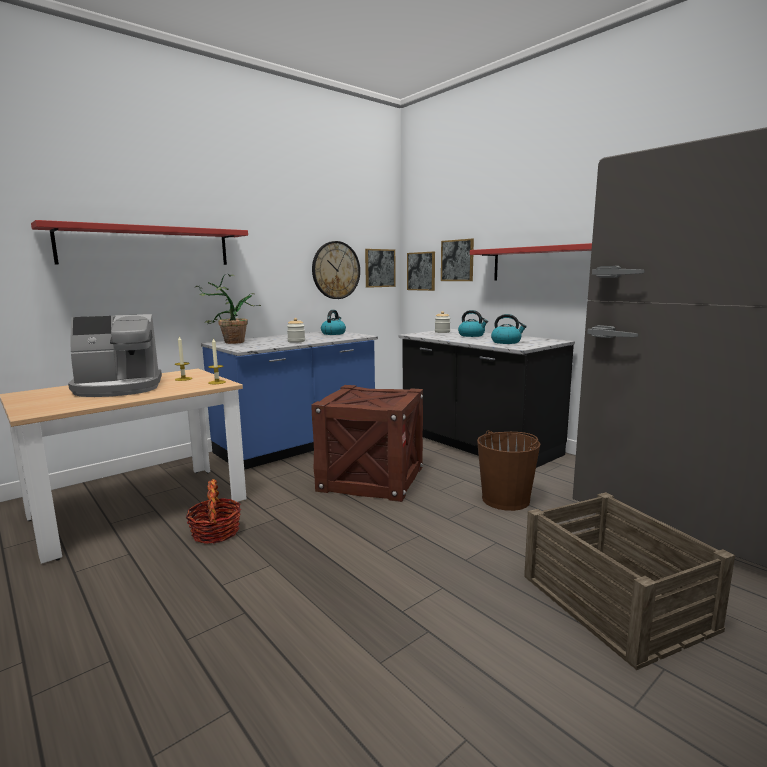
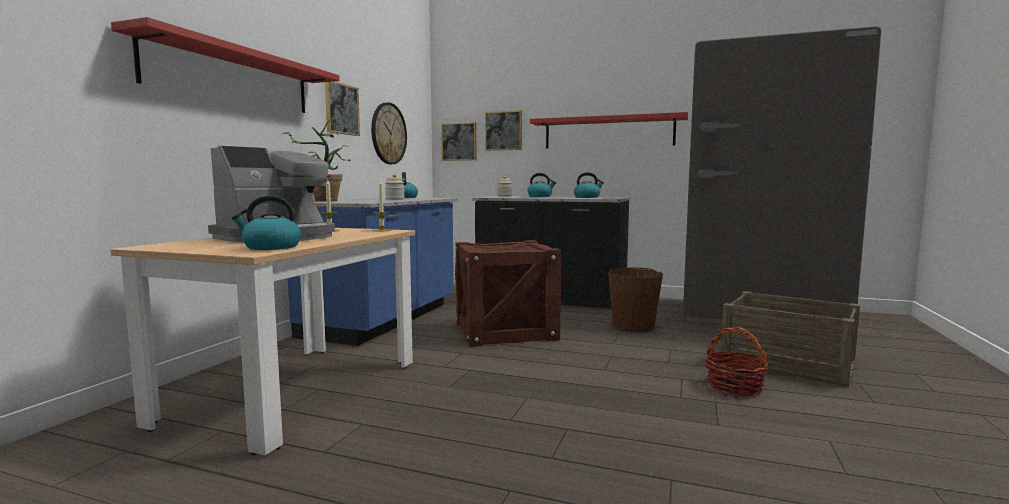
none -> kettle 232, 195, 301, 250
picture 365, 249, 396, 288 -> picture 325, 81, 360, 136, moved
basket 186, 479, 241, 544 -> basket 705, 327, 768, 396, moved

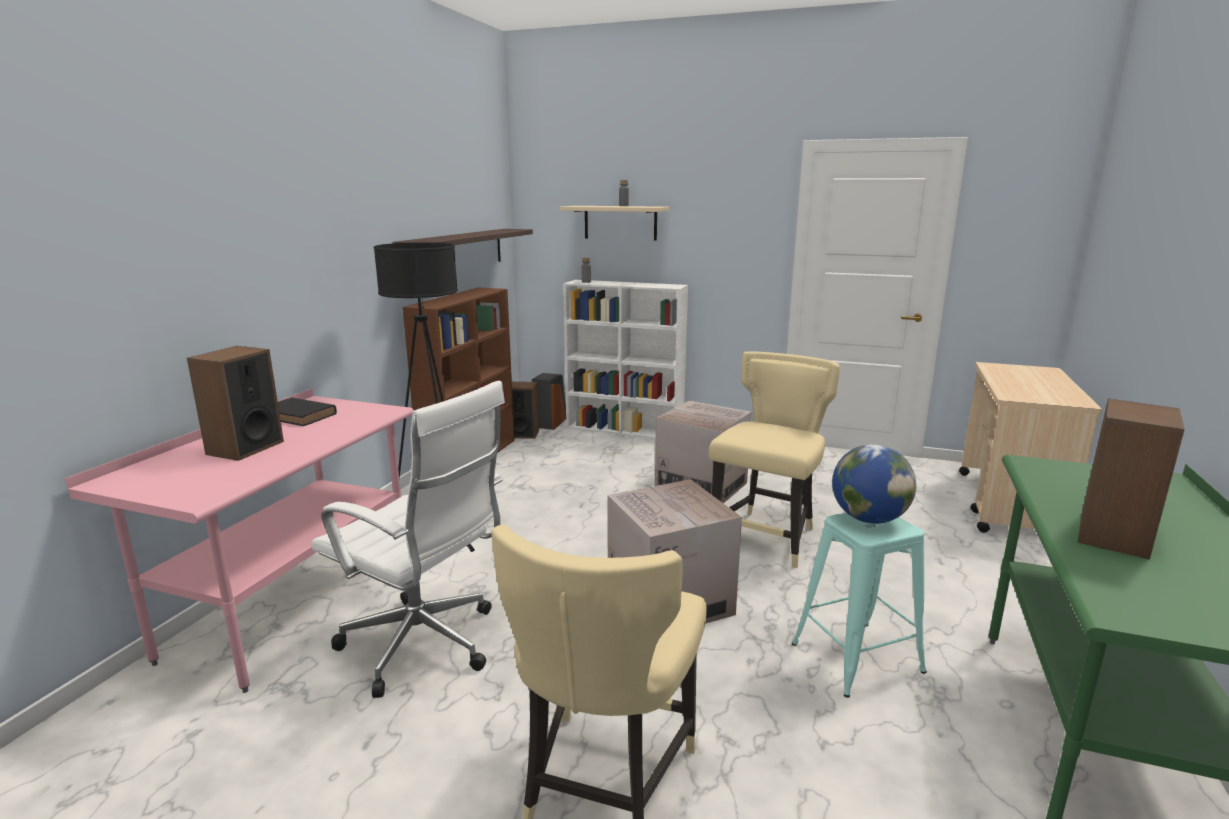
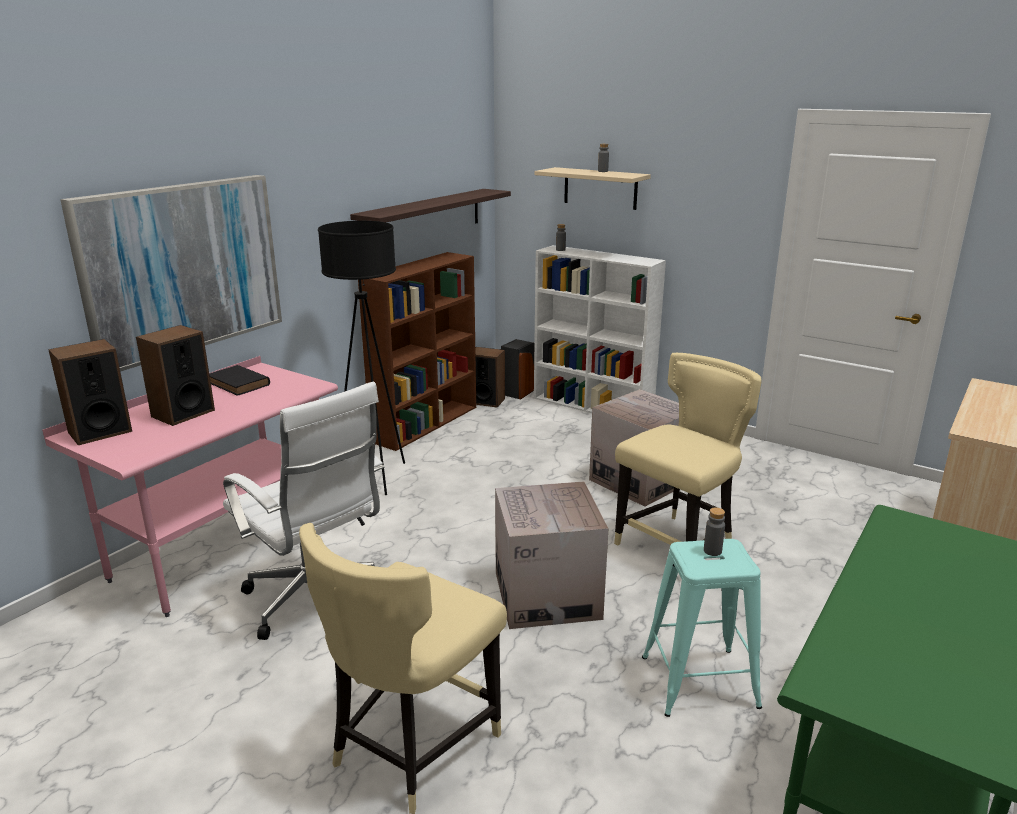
speaker 1078, 398, 1185, 560 -> speaker 48, 339, 132, 445, moved
none -> picture 60, 175, 282, 372
globe 832, 444, 916, 524 -> grey bottle 704, 507, 725, 556

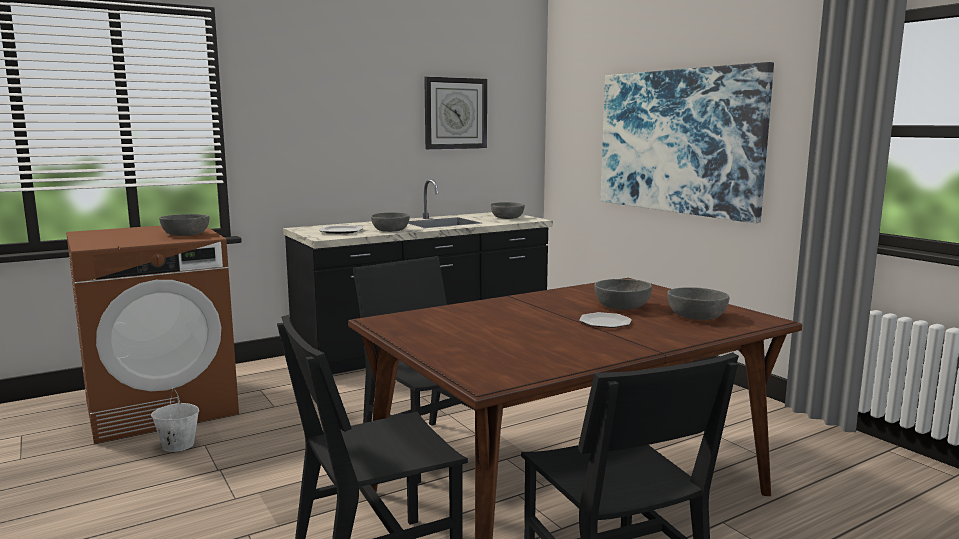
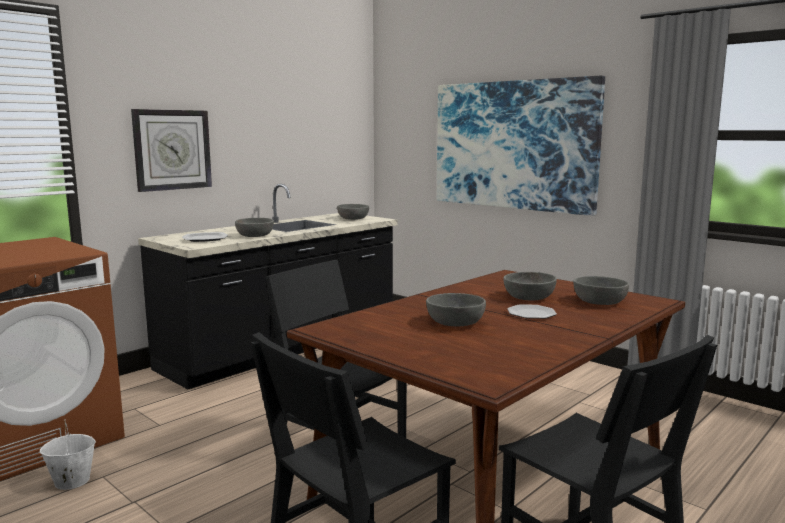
wall clock 424, 77, 487, 149 -> wall clock 131, 109, 212, 192, moved
grey bowl 159, 214, 210, 236 -> grey bowl 426, 293, 486, 326, moved

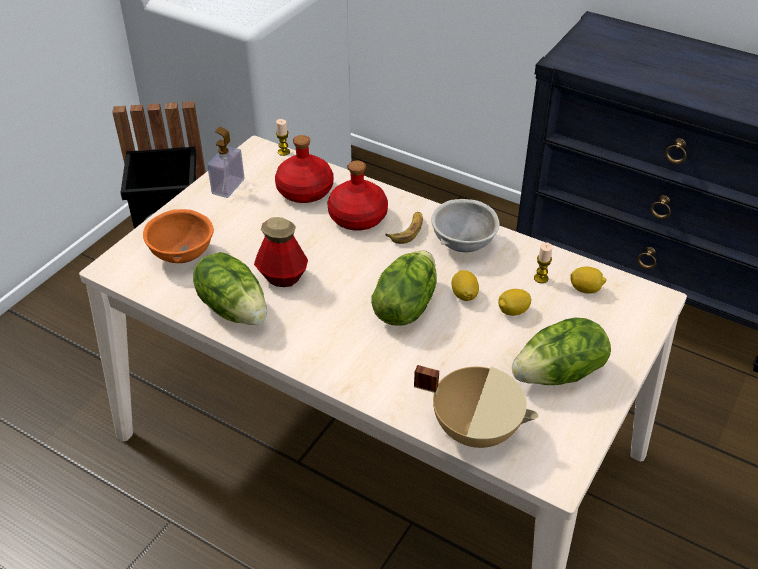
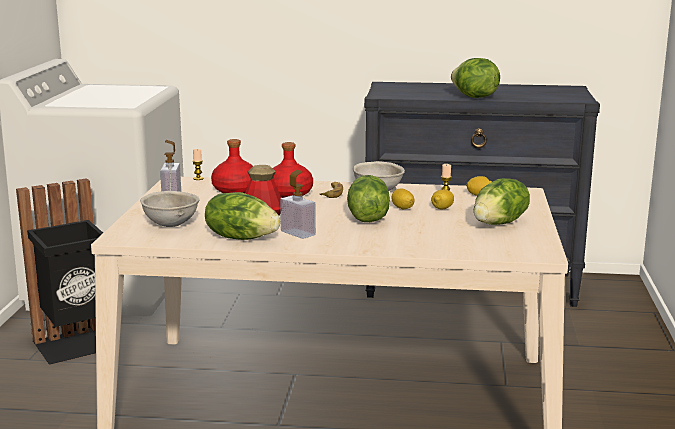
orange bowl 143, 209, 214, 263 -> grey bowl 140, 191, 200, 227
none -> soap dispenser 280, 170, 316, 239
none -> lettuce 451, 58, 500, 98
beige cooking pot 414, 365, 538, 448 -> none

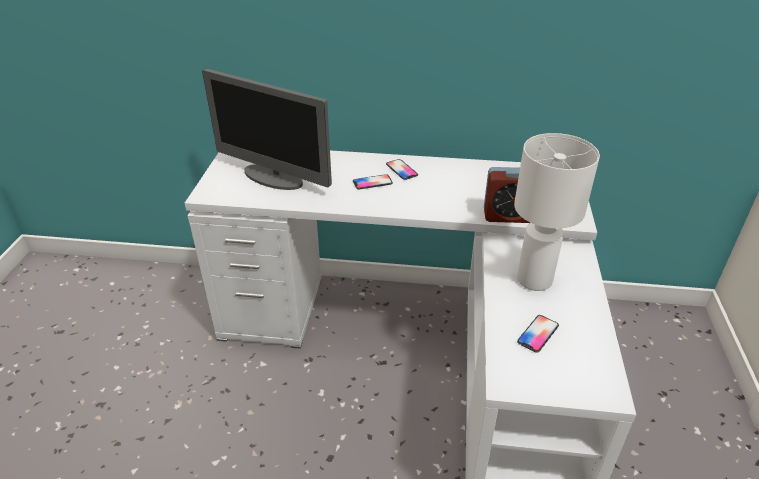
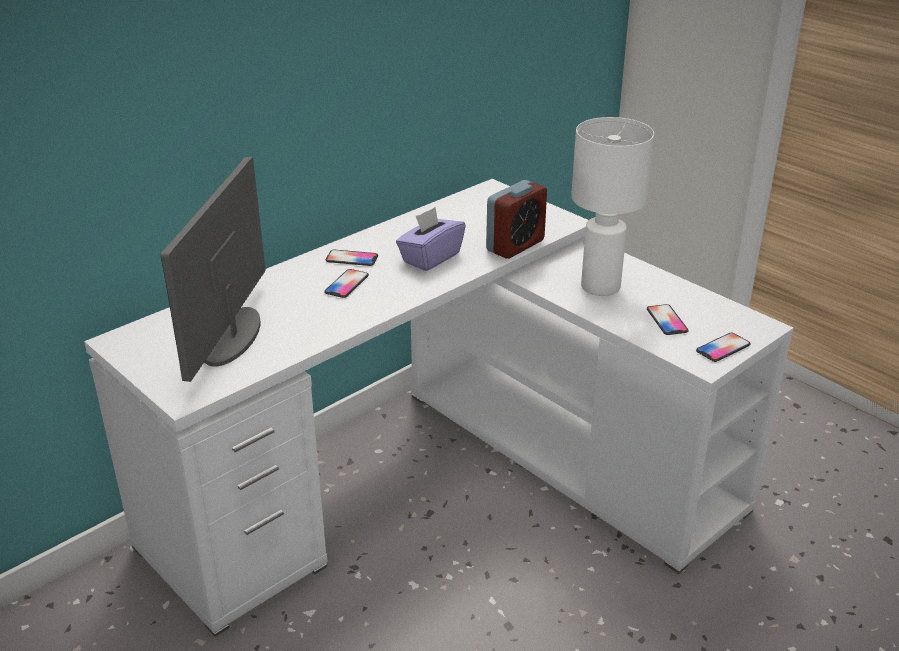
monitor 202, 69, 332, 190 -> monitor 161, 157, 265, 382, 120 degrees clockwise
none -> purple tissue box 396, 207, 466, 271
none -> phone 696, 333, 751, 362

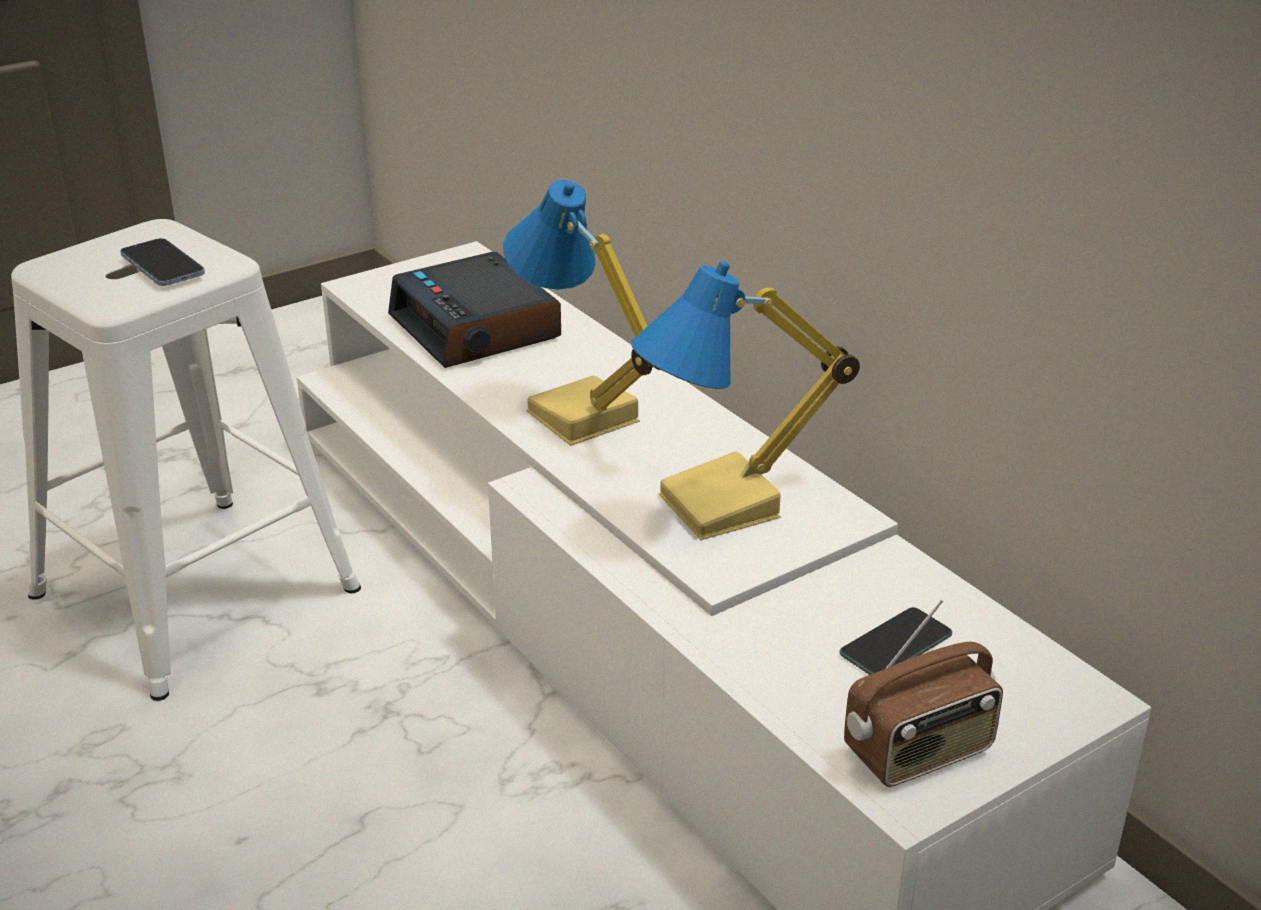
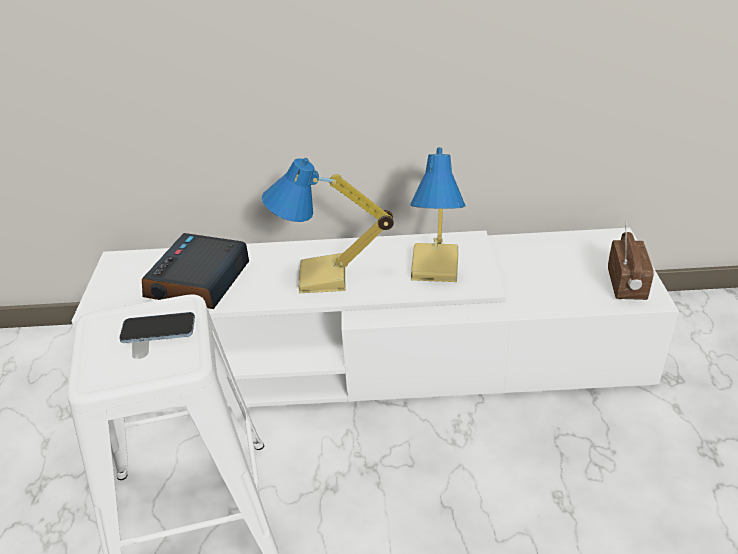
alarm clock 388, 252, 561, 368 -> alarm clock 142, 233, 249, 309, 105 degrees clockwise
phone 840, 607, 952, 675 -> none

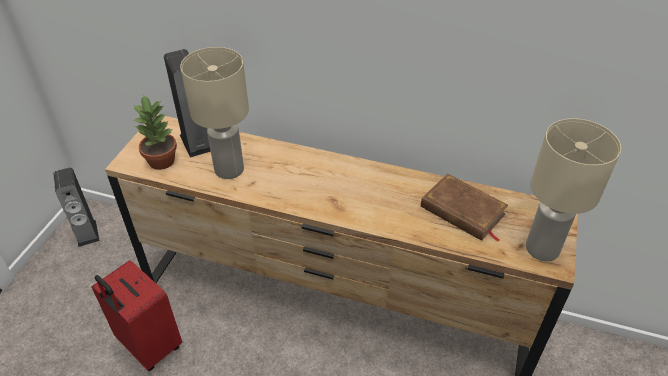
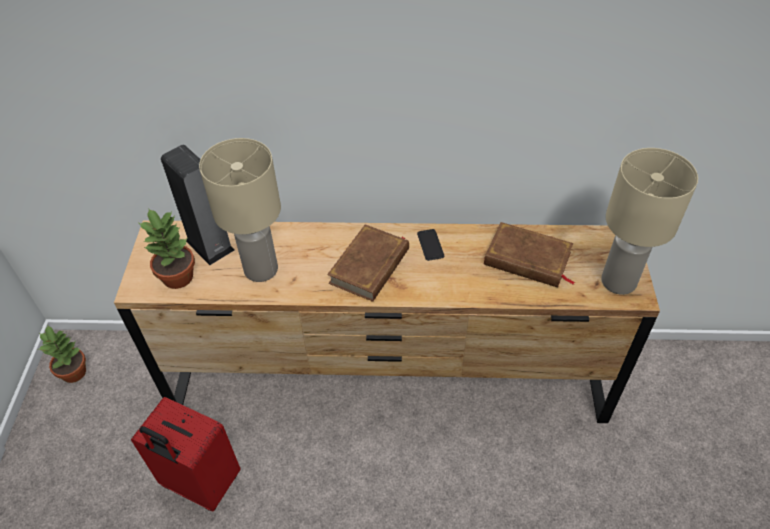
speaker 53, 168, 100, 247 -> potted plant 39, 325, 86, 383
none -> brown book 327, 224, 409, 302
none -> phone 417, 229, 444, 261

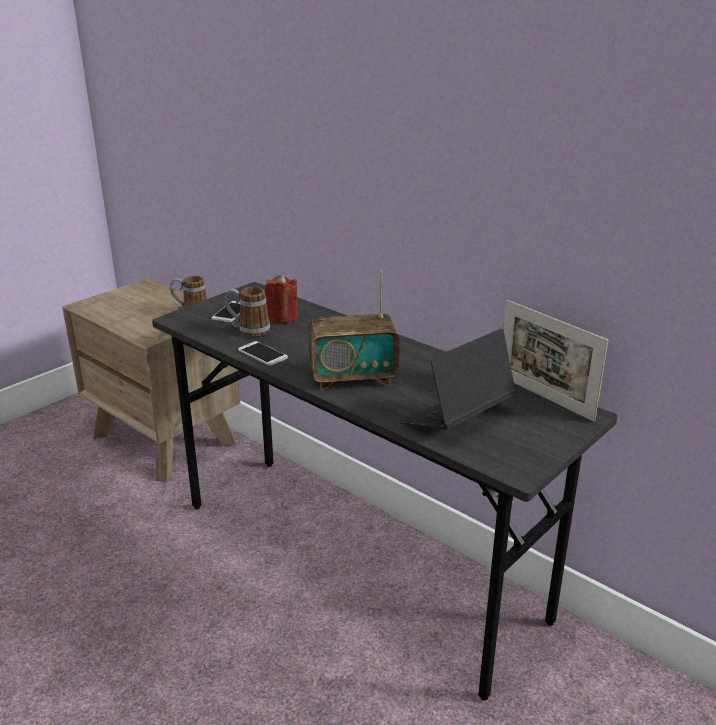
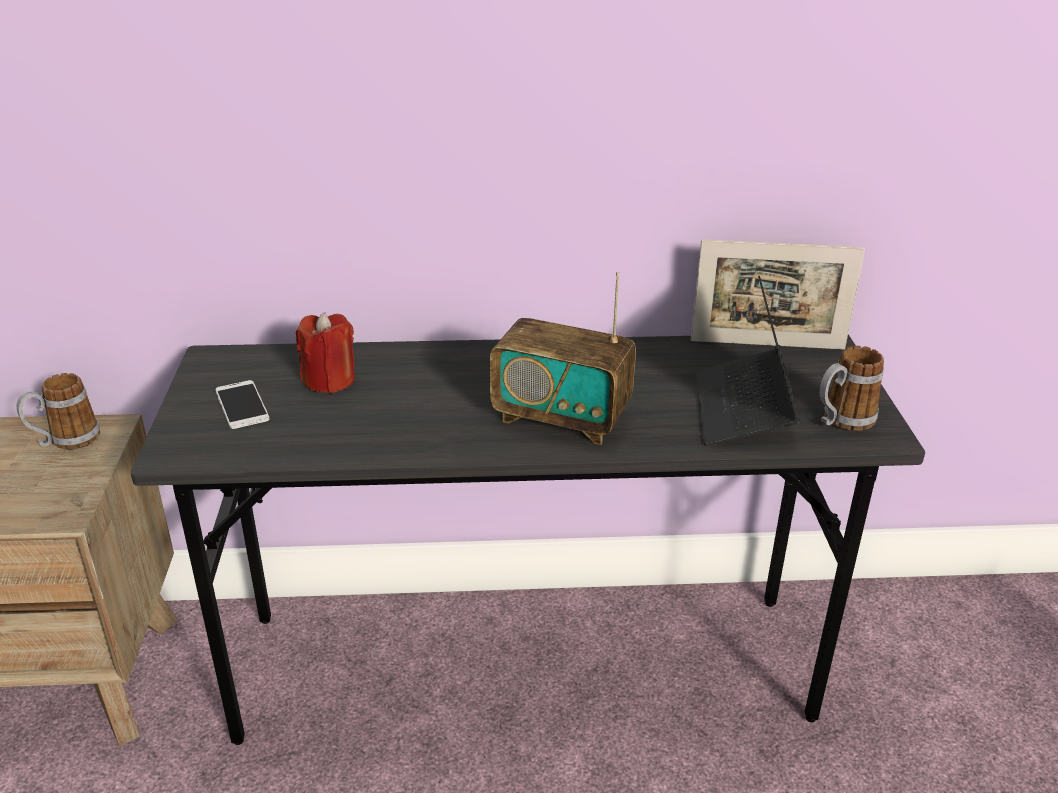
radio 308, 271, 400, 390 -> radio 490, 272, 636, 445, 75 degrees clockwise
mug 224, 287, 270, 337 -> mug 820, 346, 884, 431, moved
phone 238, 341, 288, 366 -> none

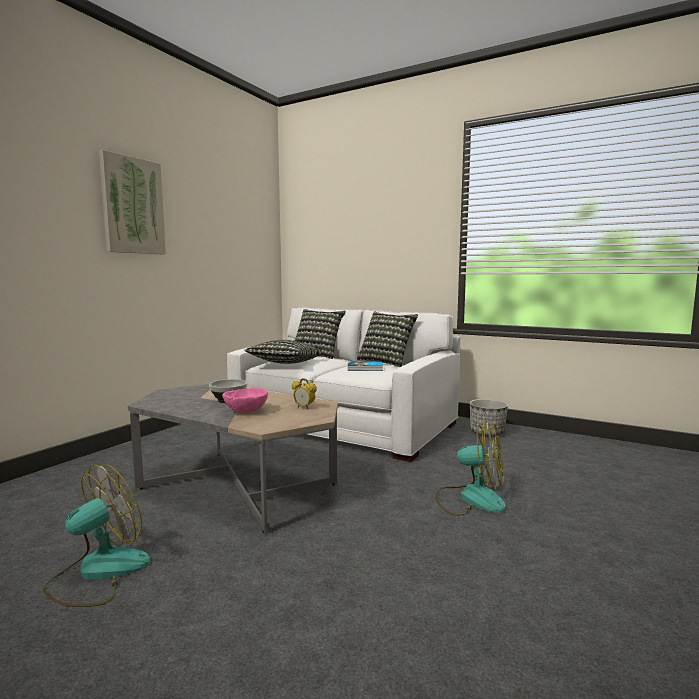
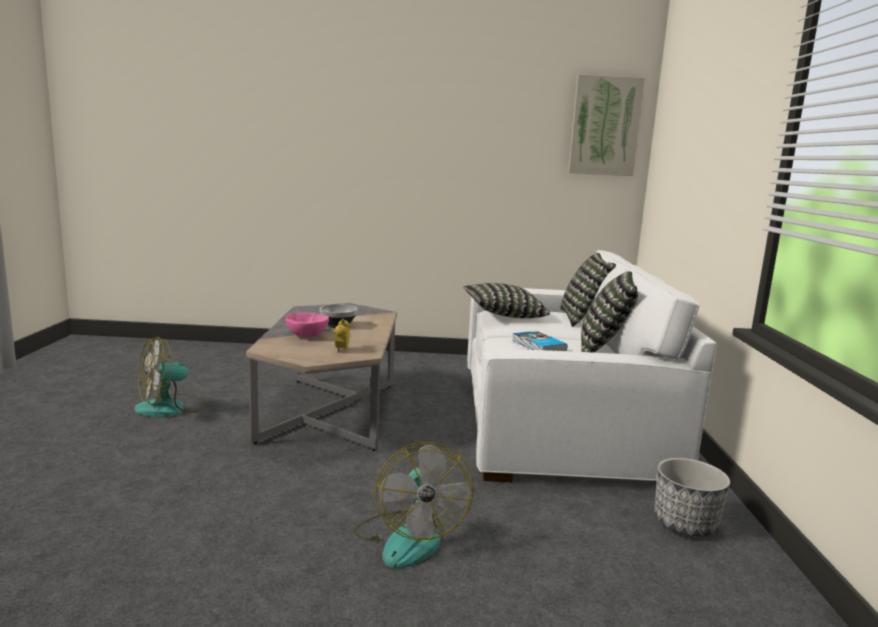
fan 43, 465, 150, 607 -> fan 135, 337, 208, 417, 135 degrees clockwise
picture 99, 150, 166, 254 -> picture 568, 74, 645, 176, moved

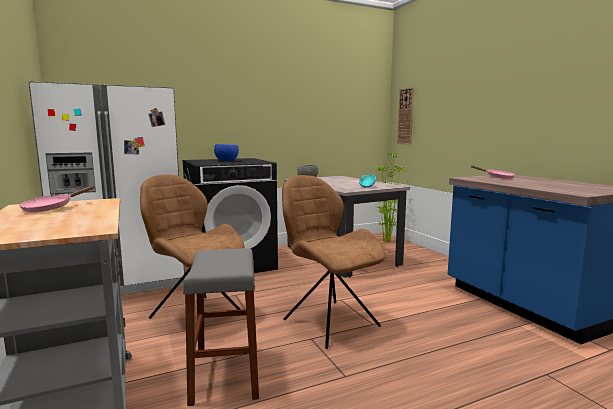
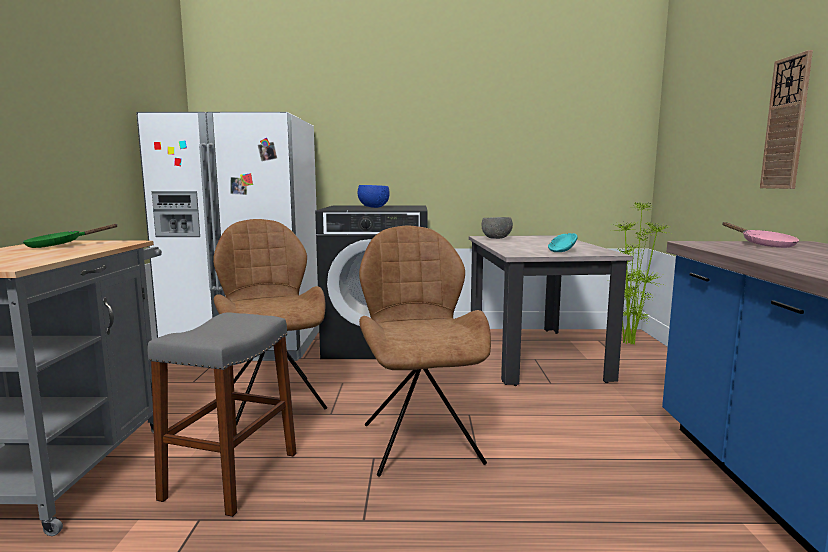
pink frying pan 19, 186, 95, 212 -> green frying pan 23, 224, 118, 248
wall clock 397, 87, 414, 145 -> wall clock 760, 50, 813, 189, moved

